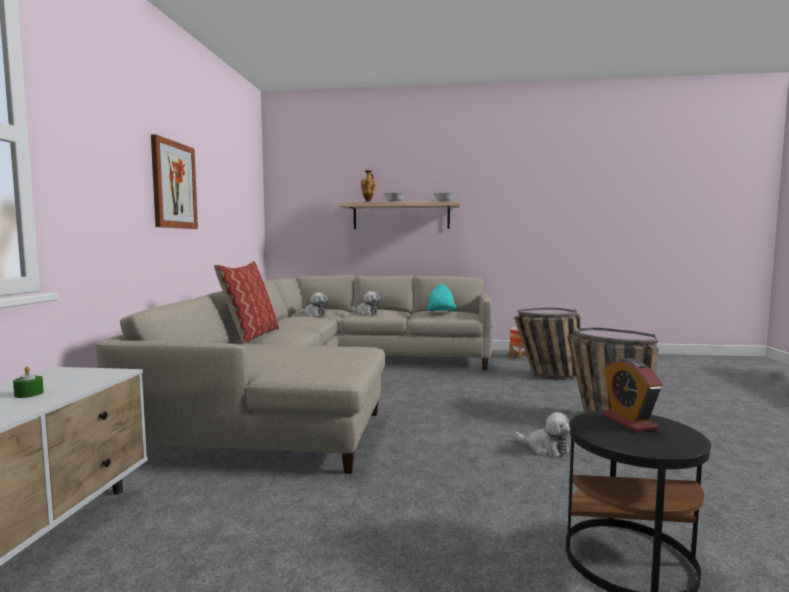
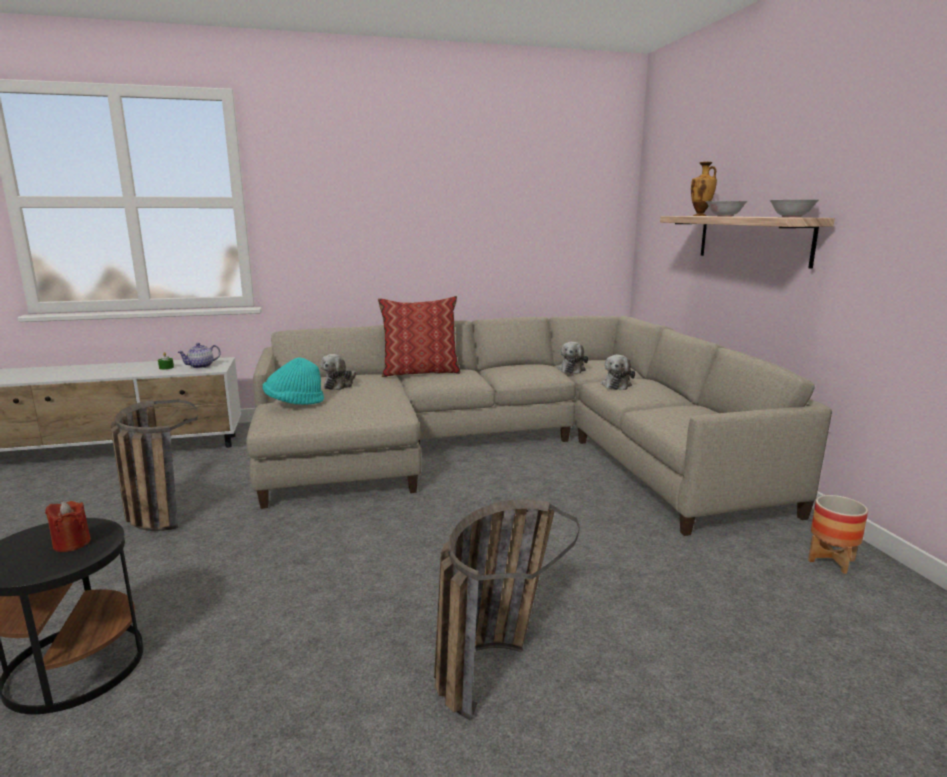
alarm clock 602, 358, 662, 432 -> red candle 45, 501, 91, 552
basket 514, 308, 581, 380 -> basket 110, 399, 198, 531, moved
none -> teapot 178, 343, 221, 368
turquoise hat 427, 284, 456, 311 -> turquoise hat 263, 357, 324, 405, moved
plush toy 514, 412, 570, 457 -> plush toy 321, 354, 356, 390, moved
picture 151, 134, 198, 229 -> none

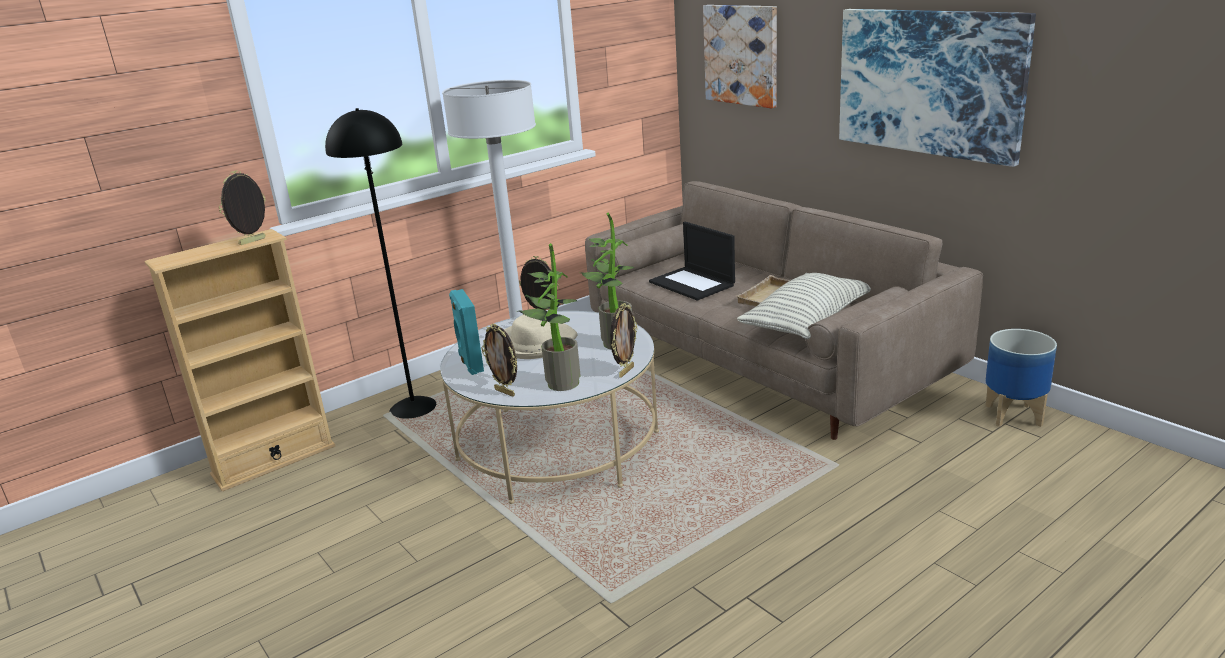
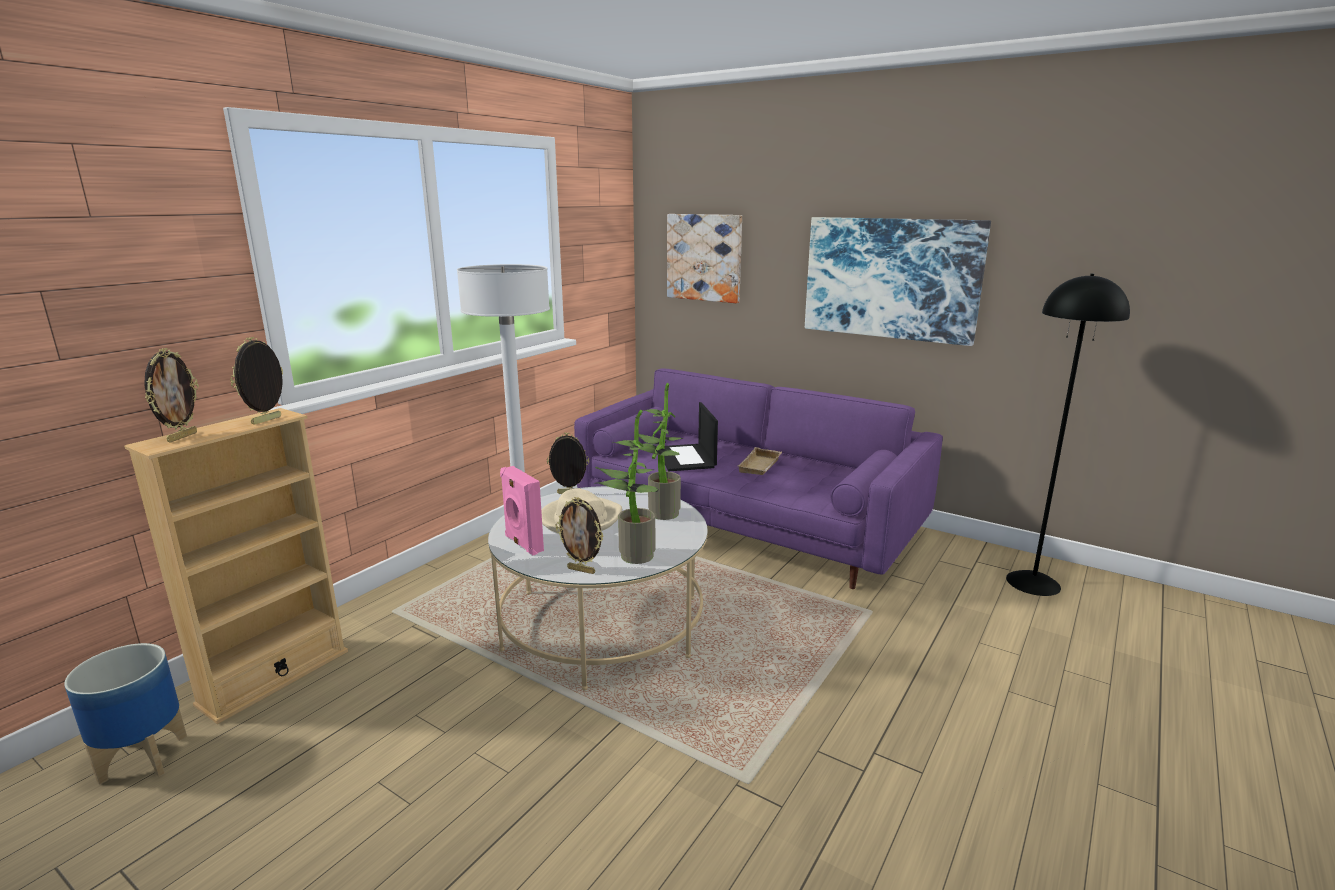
planter 985, 329, 1057, 427 -> planter 64, 643, 187, 785, moved
picture frame 610, 303, 638, 378 -> picture frame 144, 348, 199, 442, moved
turquoise speaker 449, 289, 484, 375 -> pink speaker 500, 466, 544, 555
beige sofa 585, 181, 983, 440 -> purple sofa 574, 369, 943, 589
laptop 649, 222, 735, 301 -> laptop 656, 402, 718, 471, 45 degrees clockwise
black floor lamp 325, 108, 436, 419 -> black floor lamp 1006, 274, 1130, 596, moved
pillow 737, 273, 871, 339 -> none

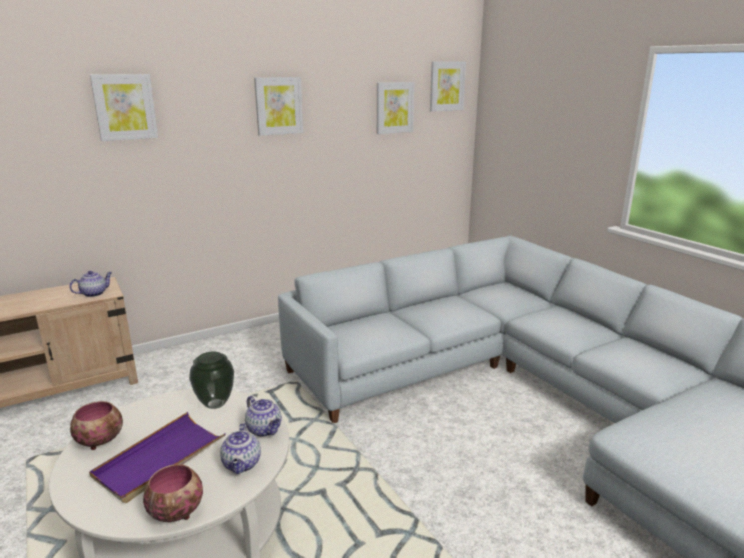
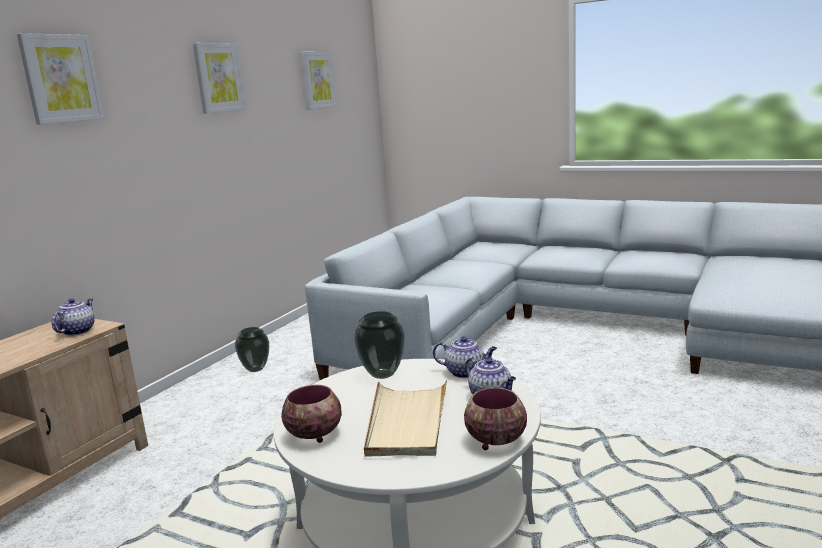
none -> vase 235, 327, 269, 372
purple tray 89, 412, 226, 503 -> beige tray 364, 380, 447, 457
picture 430, 61, 466, 112 -> none

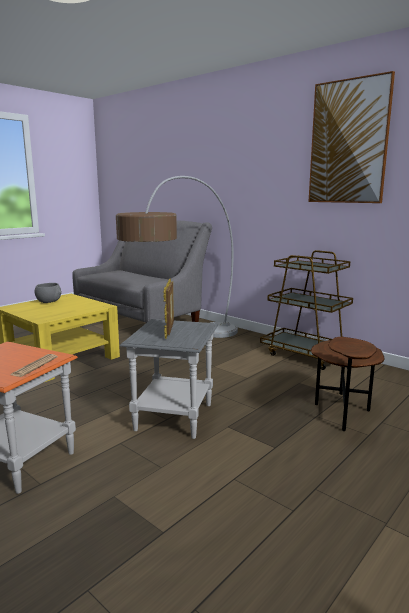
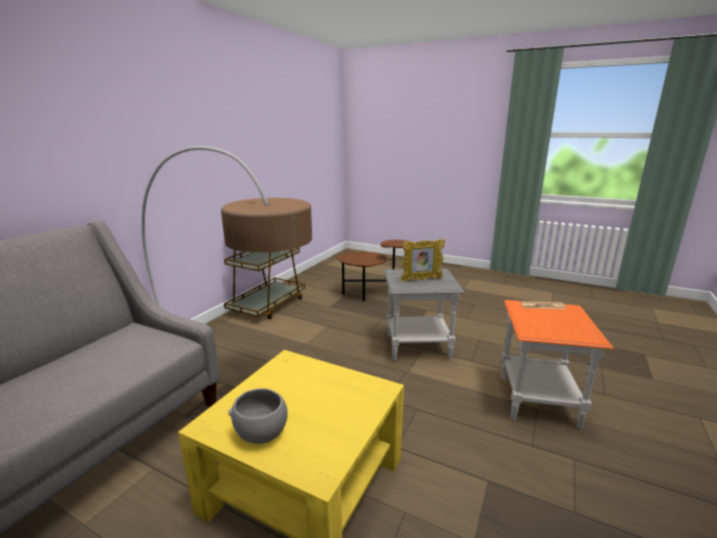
picture 308, 71, 395, 203 -> none

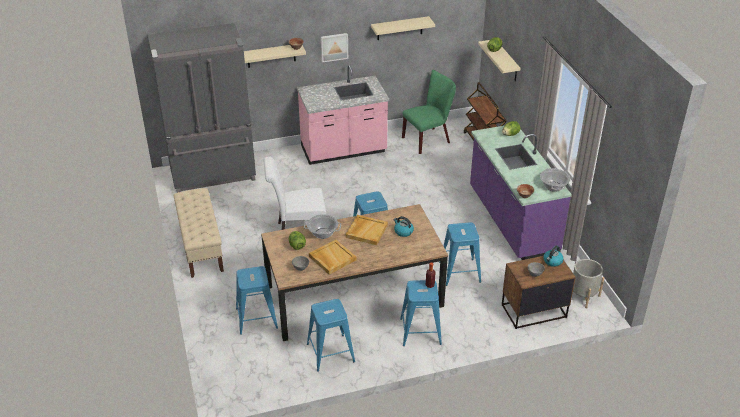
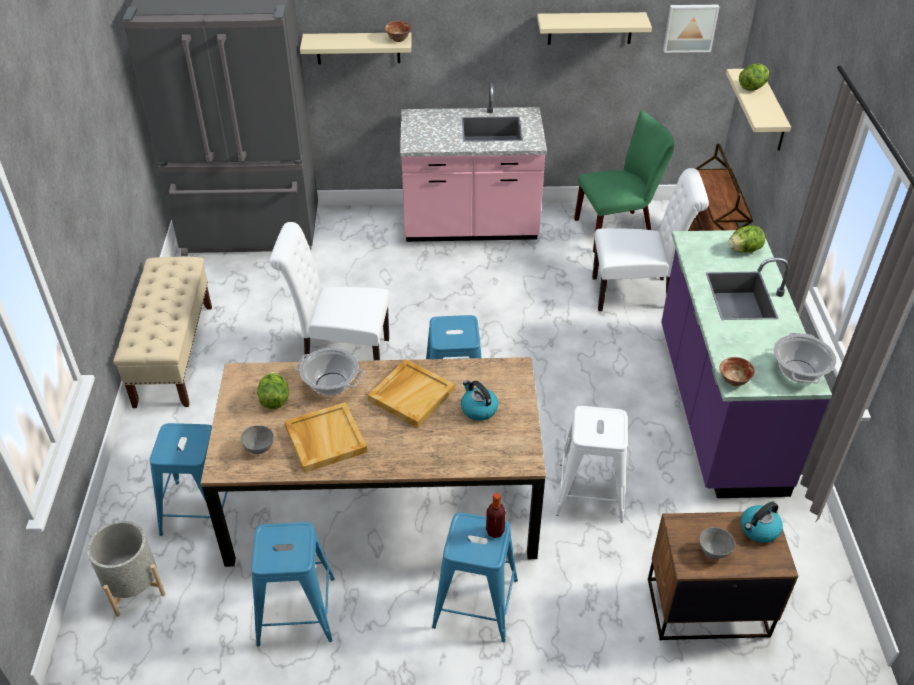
grey planter 573, 259, 604, 308 -> grey planter 87, 521, 166, 617, moved
blue stool 439, 222, 481, 286 -> white stool 555, 406, 627, 522
none -> white chair 592, 168, 709, 311
picture 321, 33, 348, 63 -> picture 663, 5, 719, 53, moved

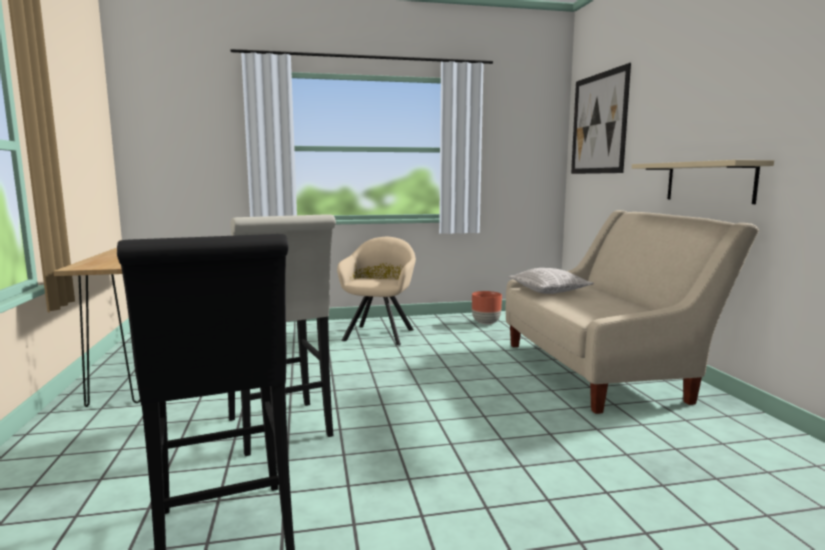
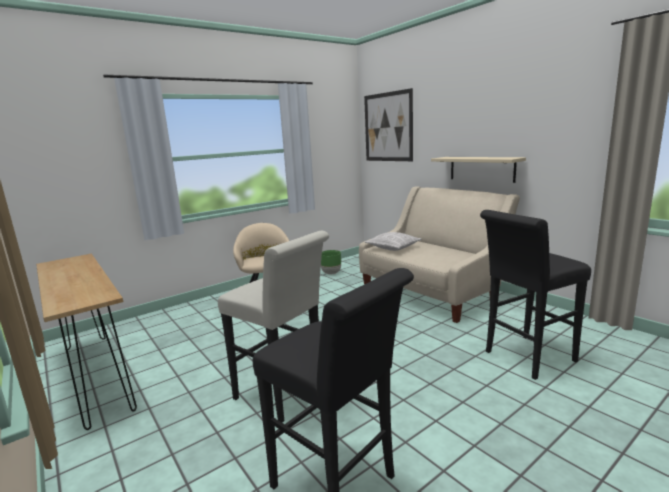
brown planter 472, 291, 502, 324 -> green planter 321, 250, 341, 274
none -> black stool 480, 210, 591, 380

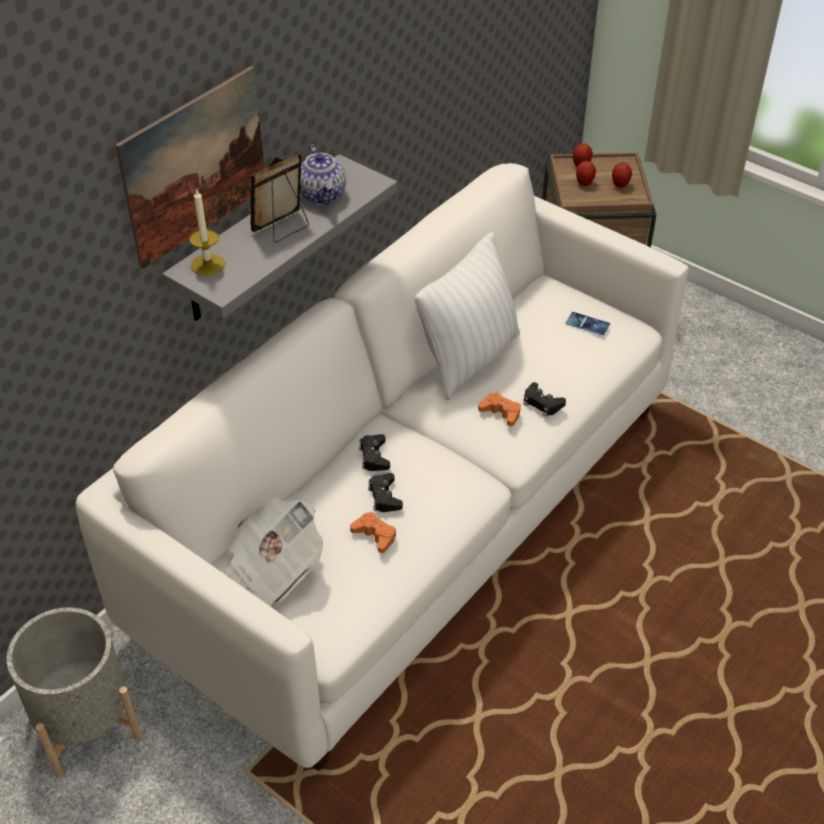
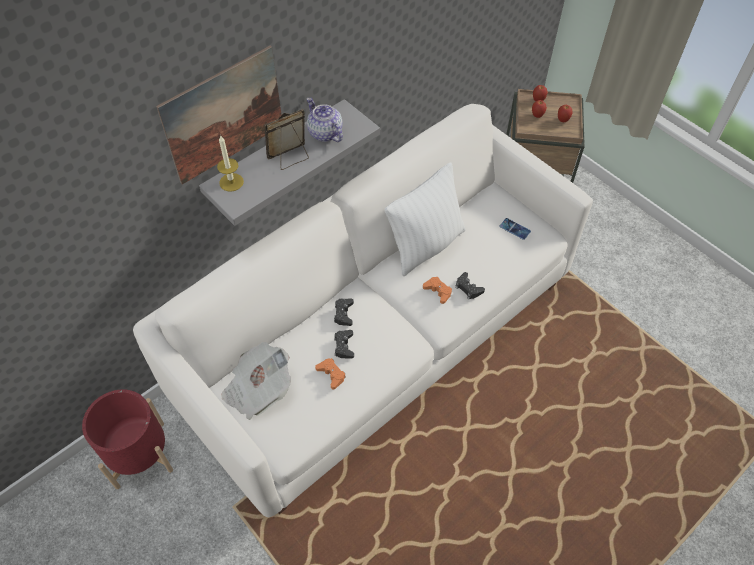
grey planter 7, 607, 142, 777 -> red planter 82, 389, 173, 489
teapot 300, 145, 346, 205 -> teapot 307, 97, 343, 142, 150 degrees clockwise

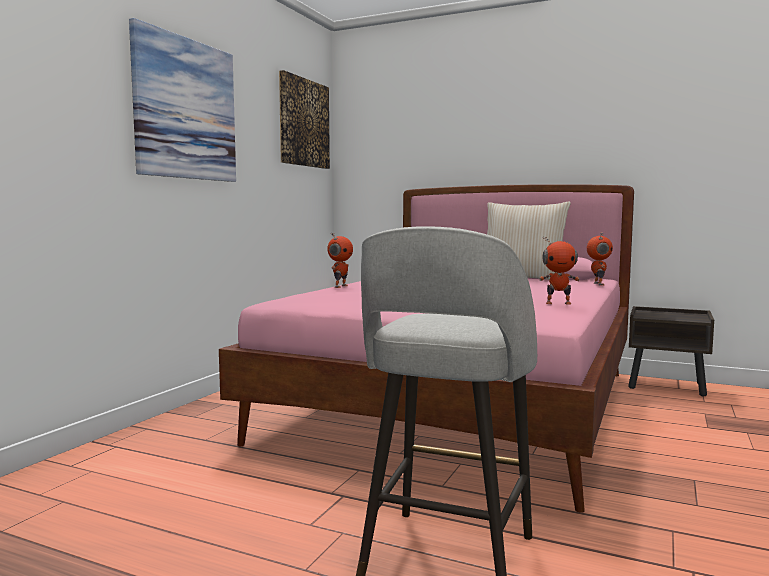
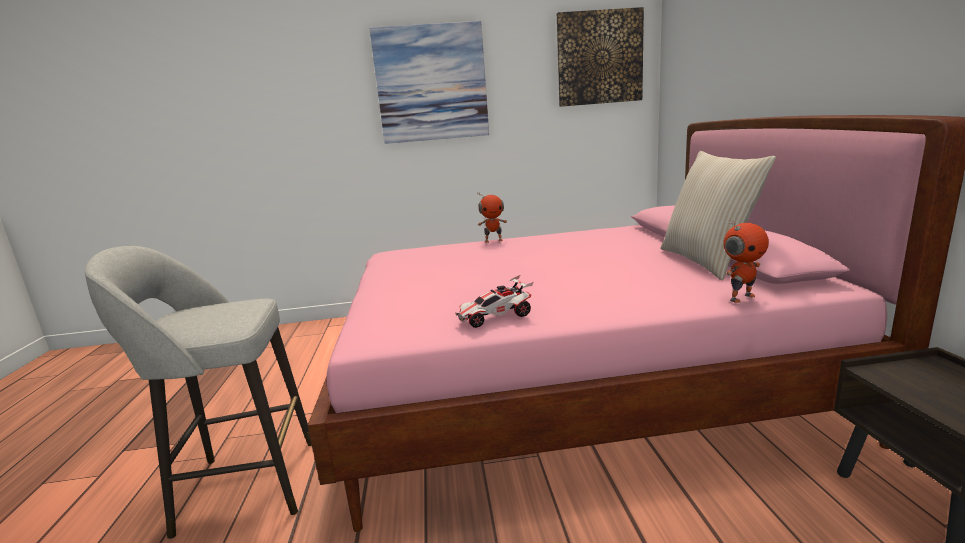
toy robot 539, 236, 580, 305 -> toy car 456, 275, 534, 328

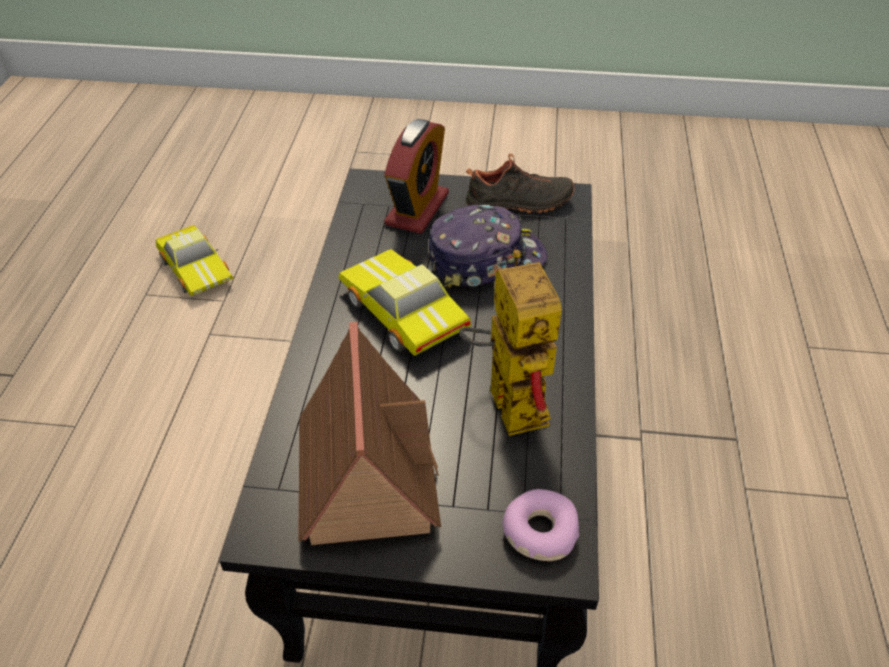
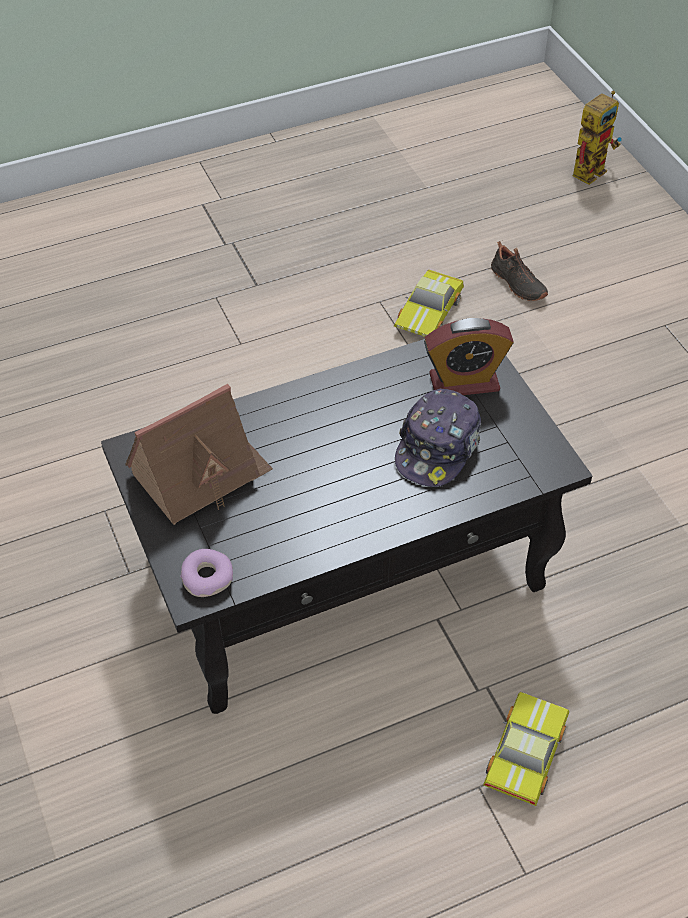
cap 428, 205, 547, 289 -> cap 395, 389, 481, 487, 75 degrees clockwise
toy car 338, 249, 471, 356 -> toy car 483, 692, 569, 806, moved
black shoe 466, 153, 574, 213 -> black shoe 491, 241, 548, 301, moved
toy robot 459, 250, 562, 436 -> toy robot 573, 91, 621, 185, moved

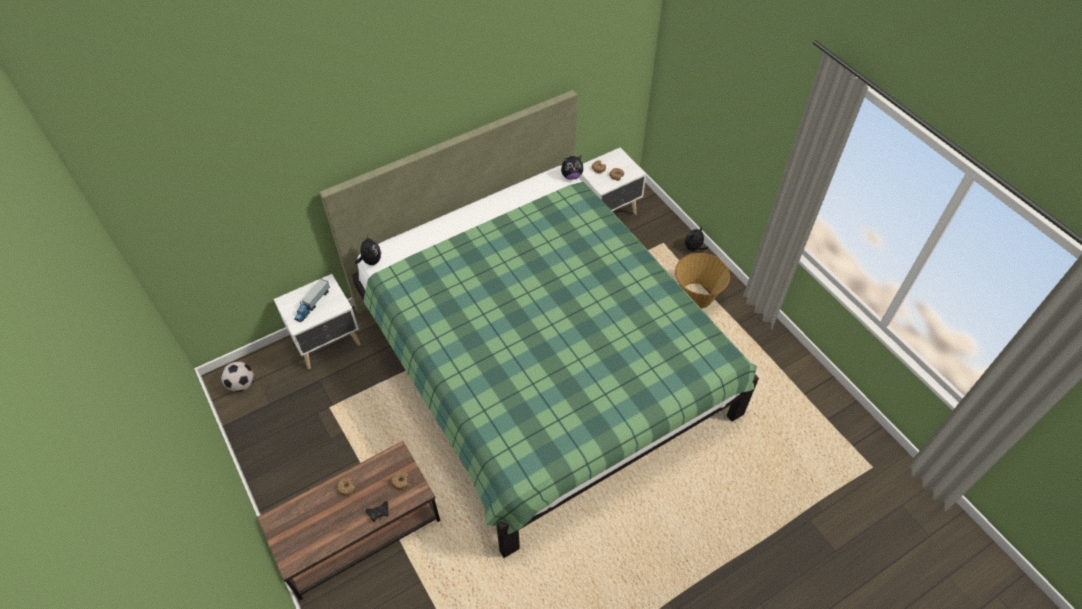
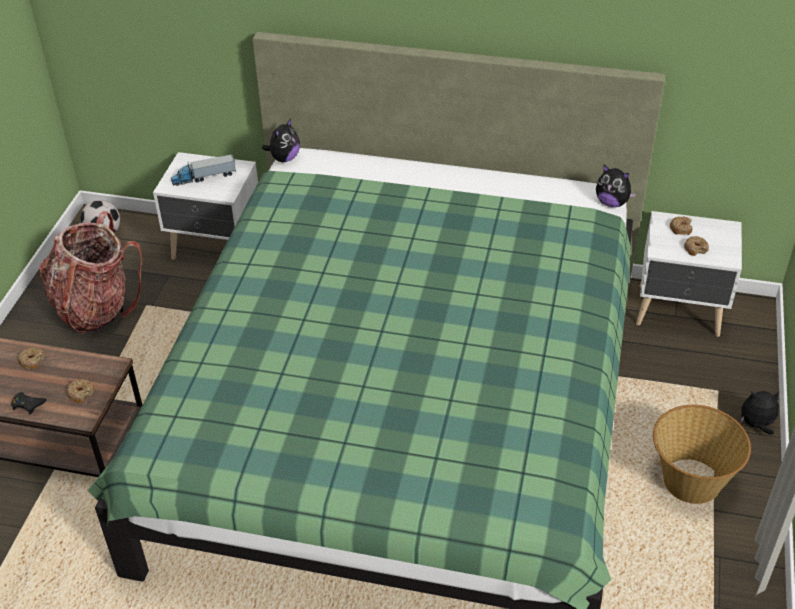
none -> backpack 39, 211, 142, 334

